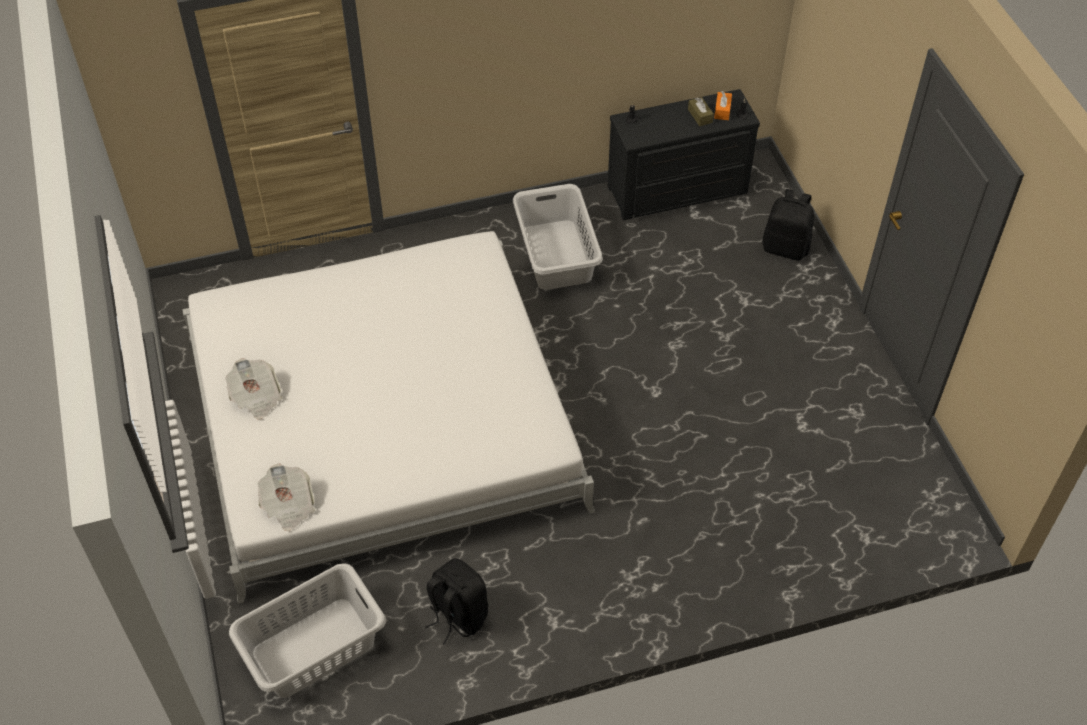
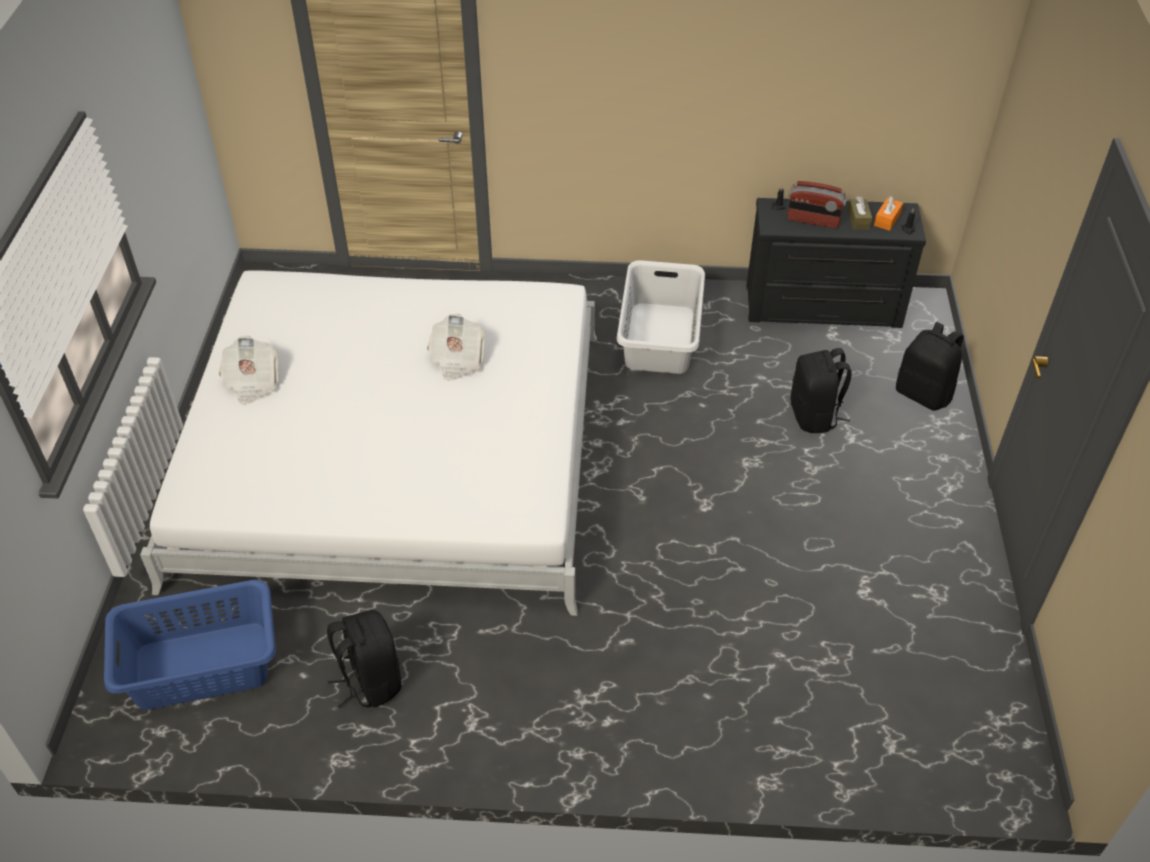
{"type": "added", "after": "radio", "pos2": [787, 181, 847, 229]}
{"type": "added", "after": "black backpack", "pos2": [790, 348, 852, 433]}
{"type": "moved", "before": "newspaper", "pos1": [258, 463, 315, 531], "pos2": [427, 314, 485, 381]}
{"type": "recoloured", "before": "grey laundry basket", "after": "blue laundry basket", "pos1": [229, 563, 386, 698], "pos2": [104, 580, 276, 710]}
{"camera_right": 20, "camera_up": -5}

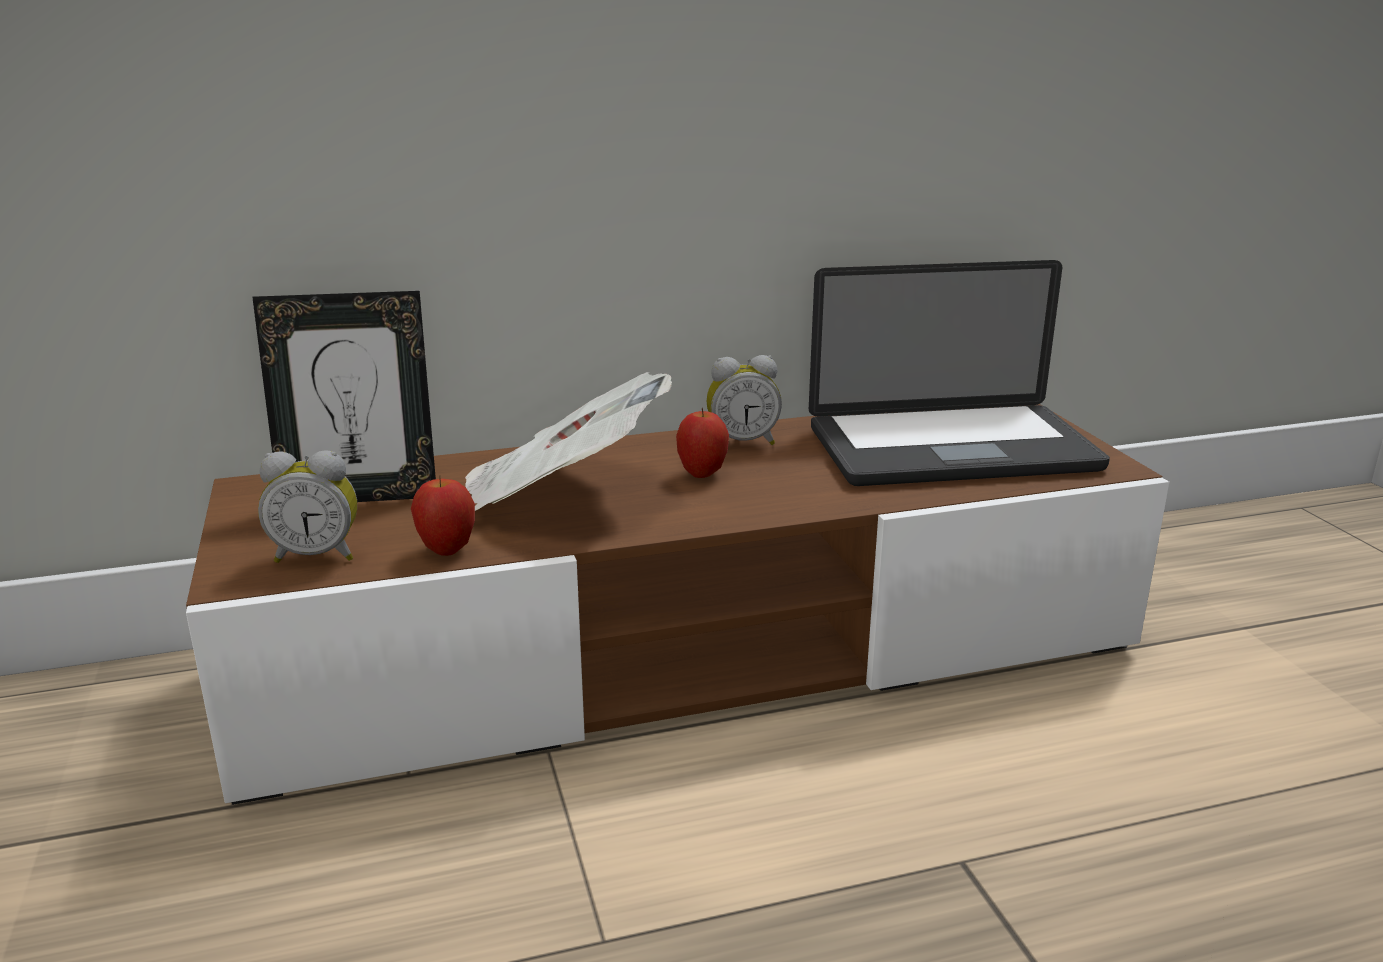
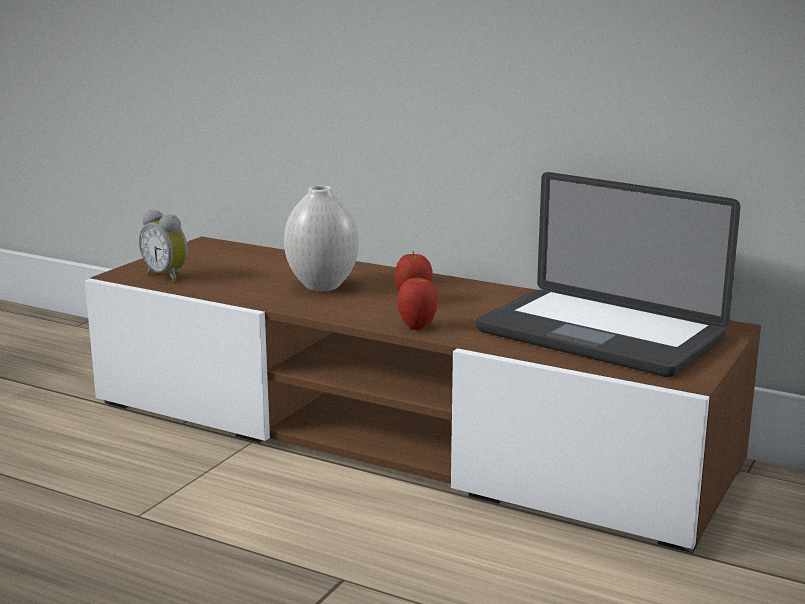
{"type": "removed", "before": "picture frame", "pos1": [252, 291, 436, 502]}
{"type": "removed", "before": "alarm clock", "pos1": [707, 355, 782, 445]}
{"type": "moved", "before": "apple", "pos1": [411, 476, 475, 556], "pos2": [398, 275, 438, 330]}
{"type": "replaced", "before": "newspaper", "after": "white vase", "pos1": [465, 372, 672, 511], "pos2": [284, 185, 359, 291]}
{"camera_right": 45, "camera_up": -5}

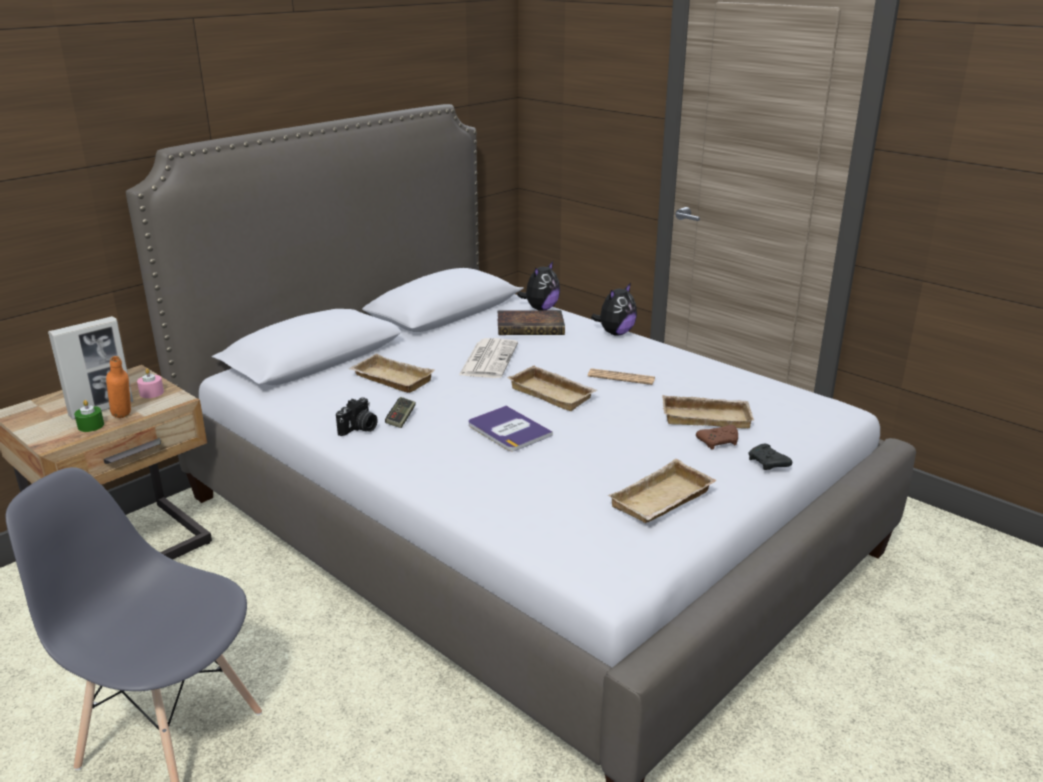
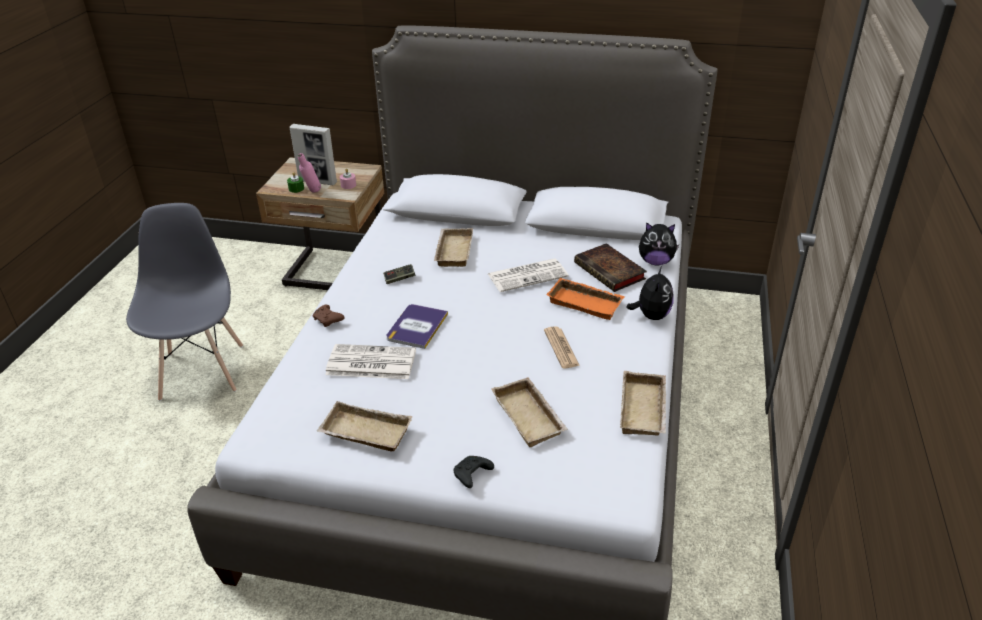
{"type": "removed", "before": "photo camera", "pos1": [336, 397, 377, 436]}
{"type": "added", "after": "newspaper", "pos2": [325, 344, 416, 379]}
{"type": "added", "after": "orange tray", "pos2": [546, 278, 625, 320]}
{"type": "moved", "before": "beige tray", "pos1": [507, 365, 598, 411], "pos2": [620, 371, 667, 435]}
{"type": "moved", "before": "brown game controller", "pos1": [696, 425, 738, 450], "pos2": [312, 305, 344, 327]}
{"type": "recoloured", "before": "orange bottle", "after": "pink bottle", "pos1": [106, 356, 131, 418], "pos2": [298, 153, 321, 193]}
{"type": "turned", "before": "plush toy", "pos1": [591, 283, 637, 336], "pos2": [626, 266, 674, 320], "turn": -90}
{"camera_right": 60, "camera_up": 10}

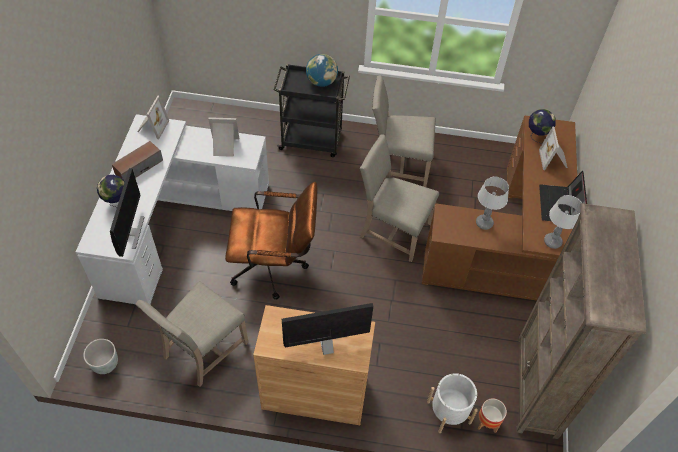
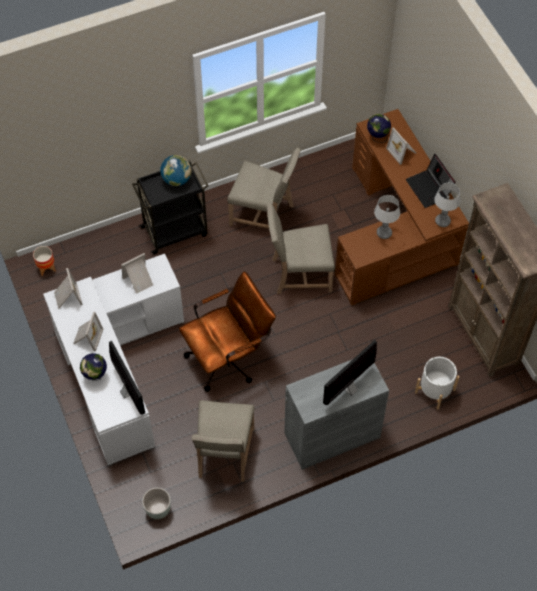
{"type": "moved", "before": "planter", "pos1": [478, 398, 507, 433], "pos2": [33, 246, 56, 276]}
{"type": "replaced", "before": "speaker", "after": "picture frame", "pos1": [112, 141, 163, 181], "pos2": [73, 311, 103, 352]}
{"type": "recoloured", "before": "brown cabinet", "after": "grey cabinet", "pos1": [253, 305, 375, 425], "pos2": [284, 359, 389, 470]}
{"type": "turned", "before": "beige chair", "pos1": [372, 75, 436, 187], "pos2": [227, 148, 301, 229], "turn": -135}
{"camera_right": -30, "camera_up": 5}

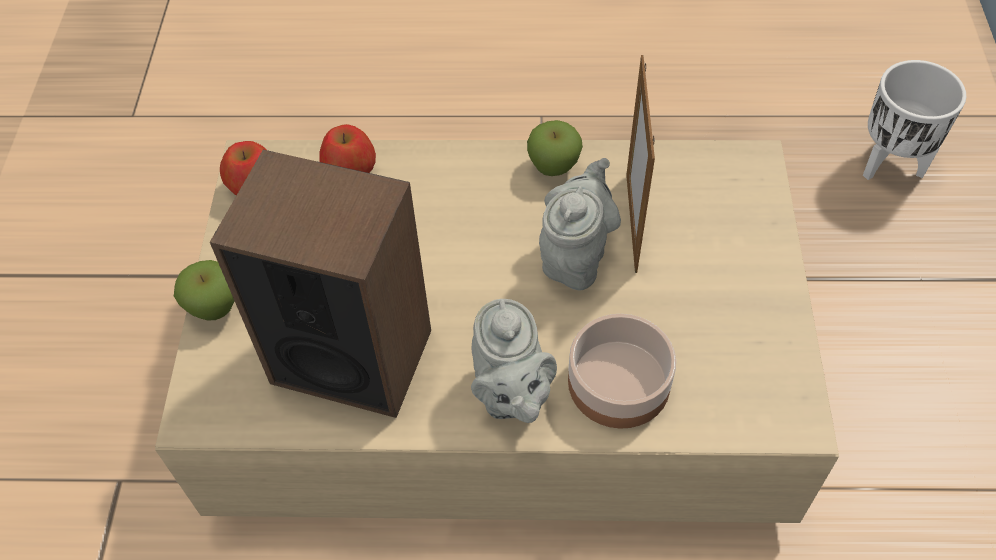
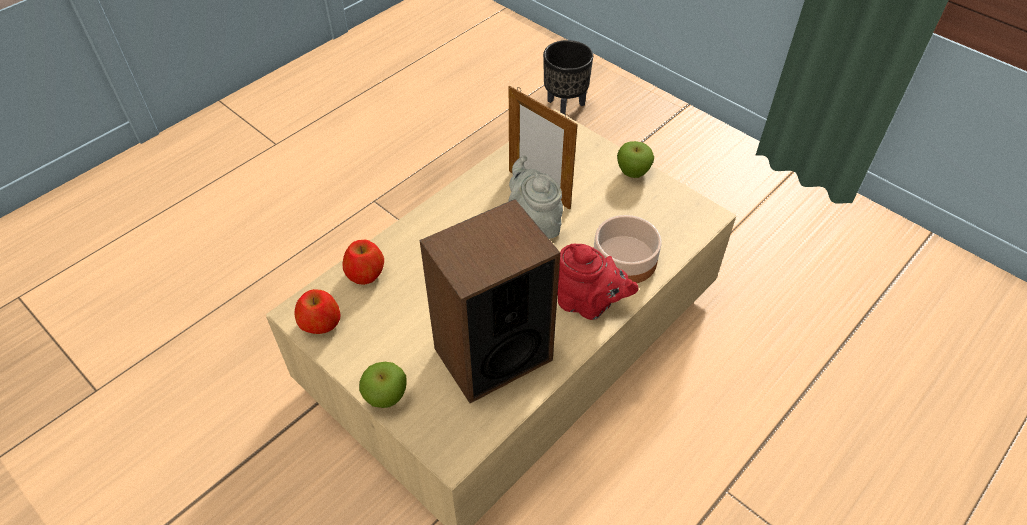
{"type": "moved", "before": "apple", "pos1": [527, 120, 583, 176], "pos2": [617, 141, 654, 178]}
{"type": "recoloured", "before": "grey teapot", "after": "red teapot", "pos1": [471, 299, 557, 423], "pos2": [557, 244, 639, 320]}
{"type": "recoloured", "before": "white planter", "after": "black planter", "pos1": [863, 60, 966, 180], "pos2": [543, 40, 593, 115]}
{"camera_right": -50, "camera_up": -5}

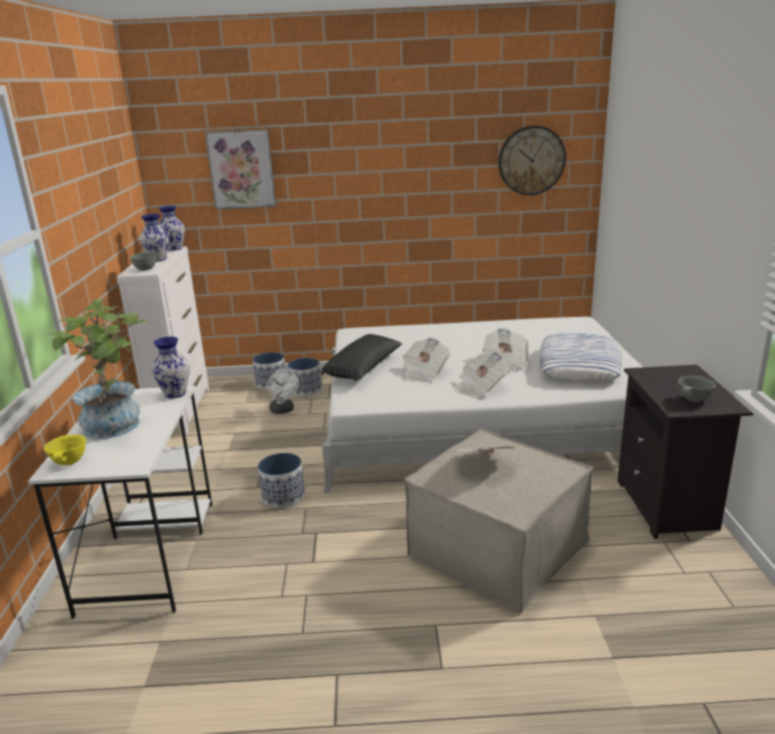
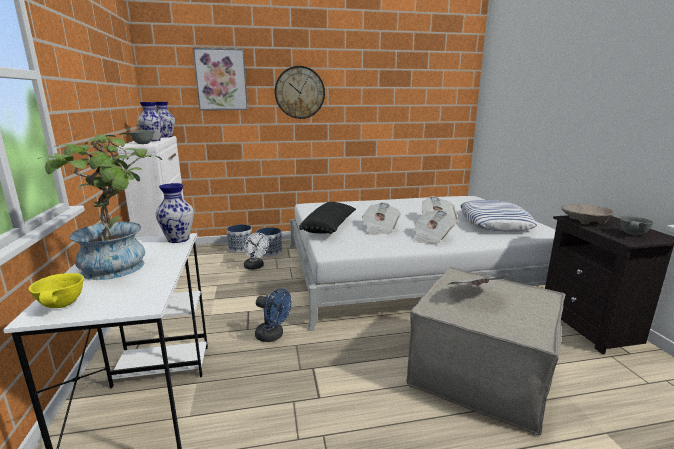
{"type": "added", "after": "beige bowl", "pos2": [561, 204, 615, 225]}
{"type": "moved", "before": "wall clock", "pos1": [499, 125, 566, 195], "pos2": [275, 66, 325, 119]}
{"type": "replaced", "before": "planter", "after": "blue fan", "pos1": [258, 453, 305, 508], "pos2": [255, 288, 292, 342]}
{"camera_right": -10, "camera_up": -5}

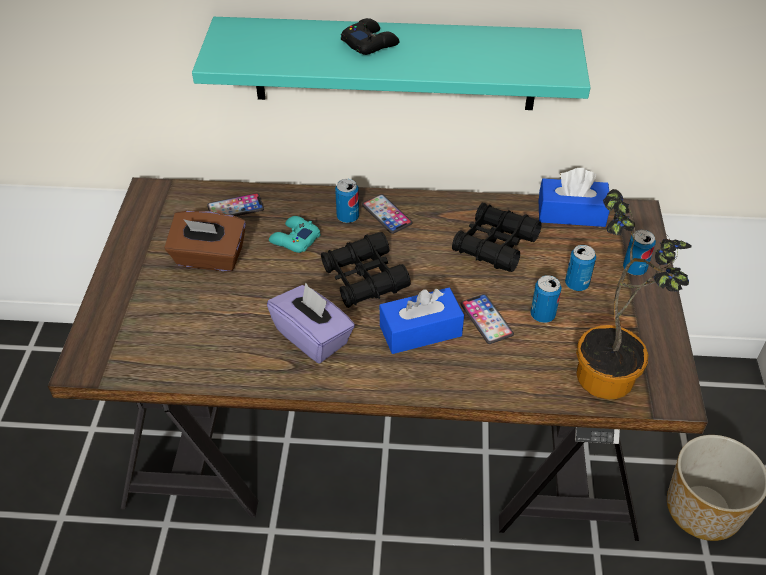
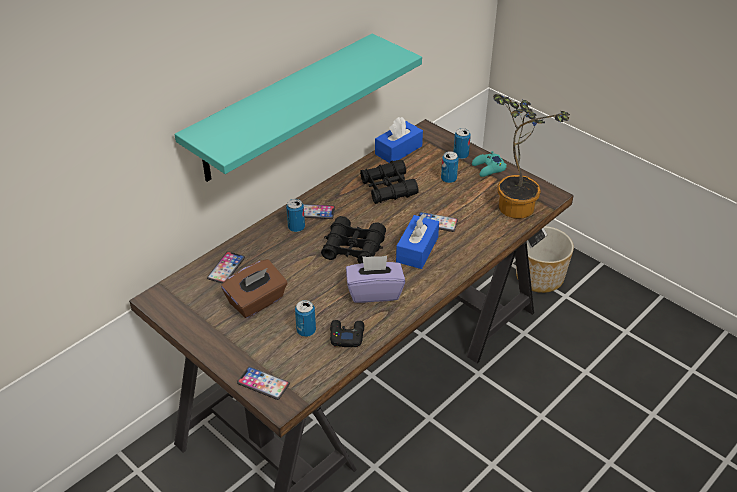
{"type": "added", "after": "phone", "pos2": [237, 367, 290, 400]}
{"type": "moved", "before": "turquoise game controller", "pos1": [269, 216, 321, 253], "pos2": [472, 151, 507, 177]}
{"type": "moved", "before": "black game controller", "pos1": [341, 18, 399, 55], "pos2": [330, 320, 364, 347]}
{"type": "moved", "before": "can", "pos1": [530, 275, 562, 323], "pos2": [295, 300, 316, 337]}
{"camera_right": -50, "camera_up": -5}

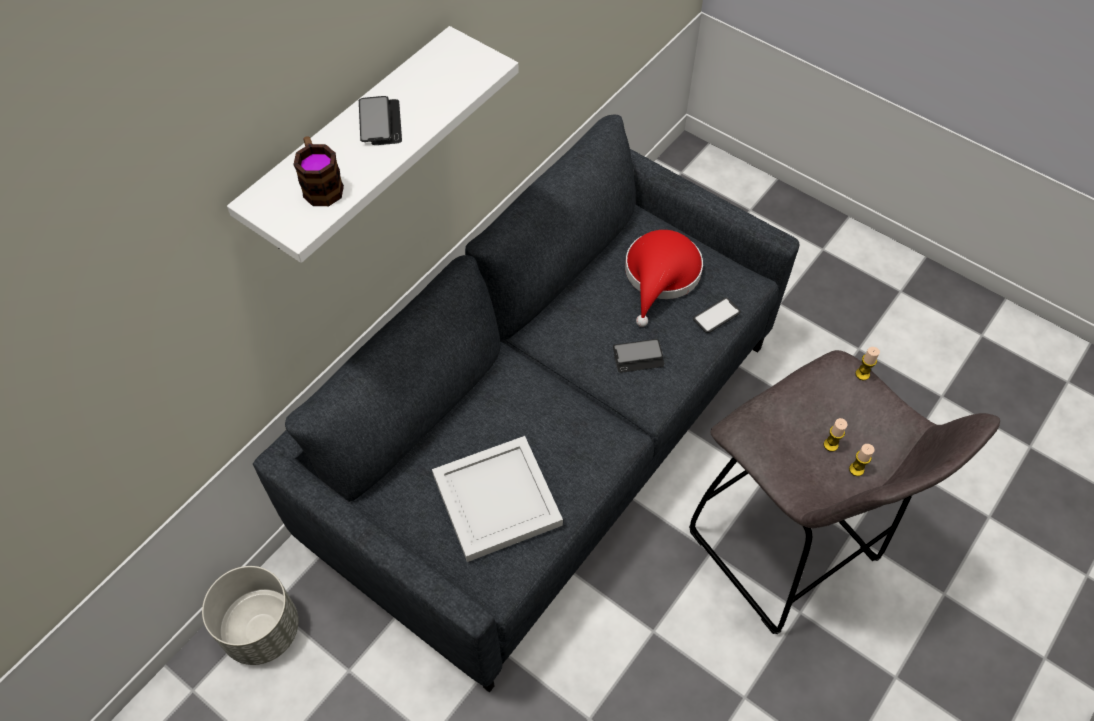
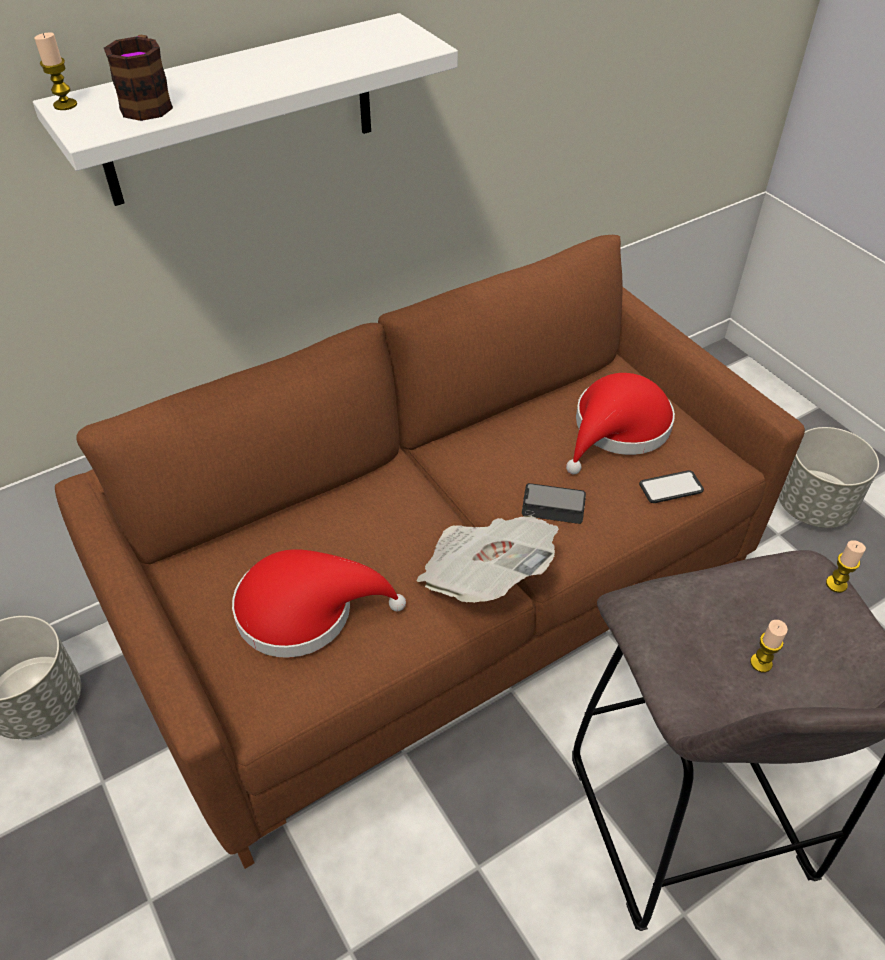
{"type": "removed", "before": "phone", "pos1": [359, 96, 402, 145]}
{"type": "added", "after": "newspaper", "pos2": [416, 515, 559, 603]}
{"type": "added", "after": "grey planter", "pos2": [778, 427, 879, 528]}
{"type": "moved", "before": "candle", "pos1": [849, 444, 875, 476], "pos2": [34, 32, 77, 110]}
{"type": "replaced", "before": "white tray", "after": "red hat", "pos1": [432, 436, 563, 562], "pos2": [232, 549, 406, 658]}
{"type": "recoloured", "before": "grey sofa", "after": "brown sofa", "pos1": [253, 115, 799, 692], "pos2": [55, 235, 805, 869]}
{"camera_right": 20, "camera_up": -10}

